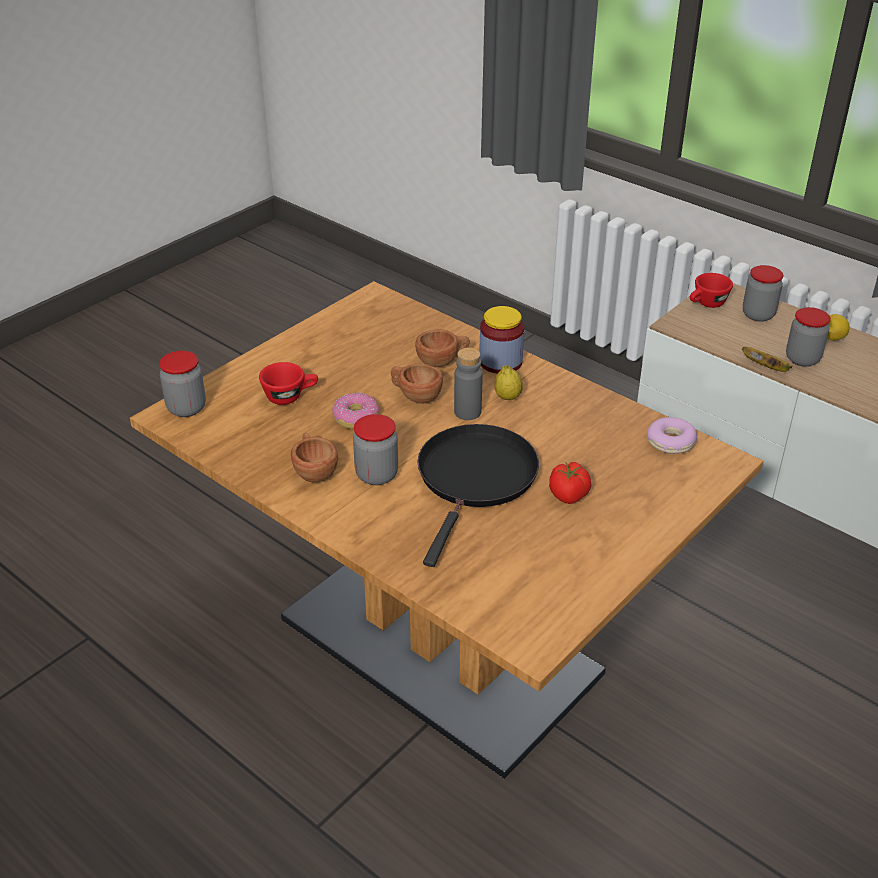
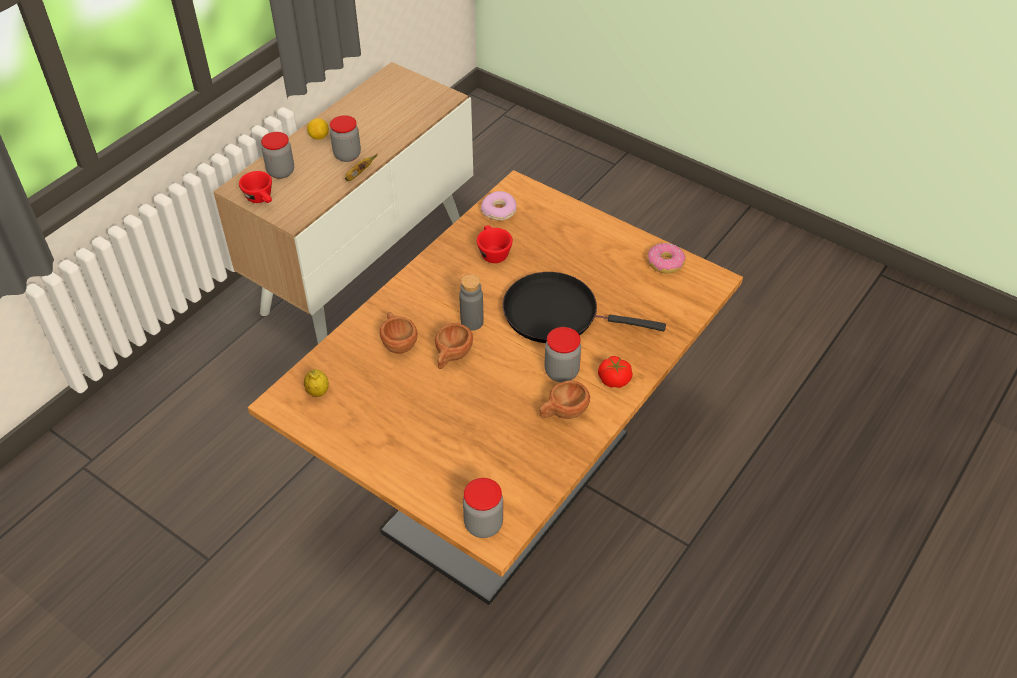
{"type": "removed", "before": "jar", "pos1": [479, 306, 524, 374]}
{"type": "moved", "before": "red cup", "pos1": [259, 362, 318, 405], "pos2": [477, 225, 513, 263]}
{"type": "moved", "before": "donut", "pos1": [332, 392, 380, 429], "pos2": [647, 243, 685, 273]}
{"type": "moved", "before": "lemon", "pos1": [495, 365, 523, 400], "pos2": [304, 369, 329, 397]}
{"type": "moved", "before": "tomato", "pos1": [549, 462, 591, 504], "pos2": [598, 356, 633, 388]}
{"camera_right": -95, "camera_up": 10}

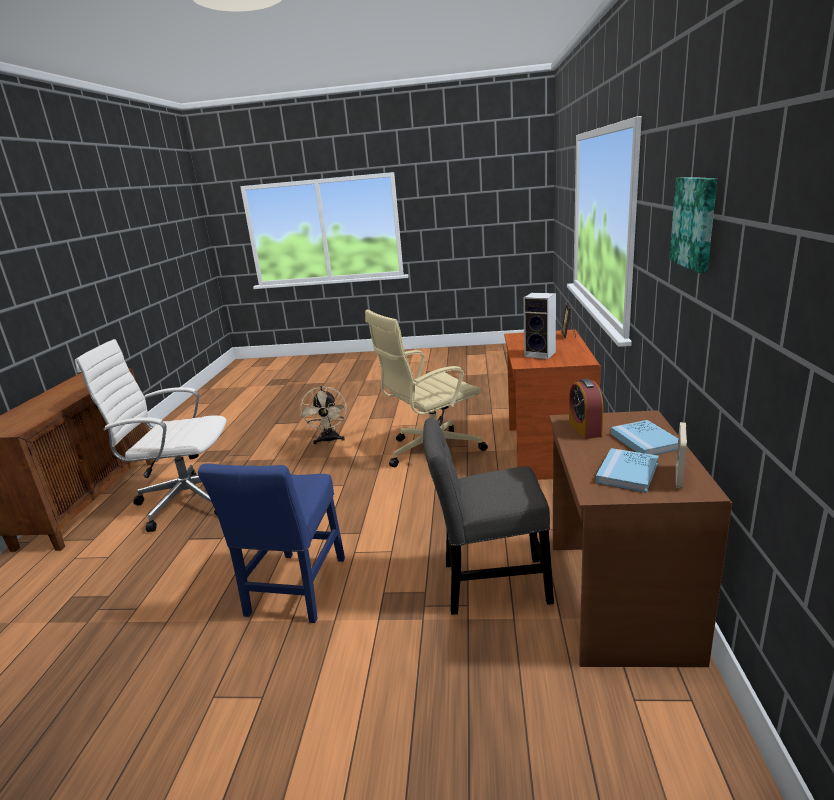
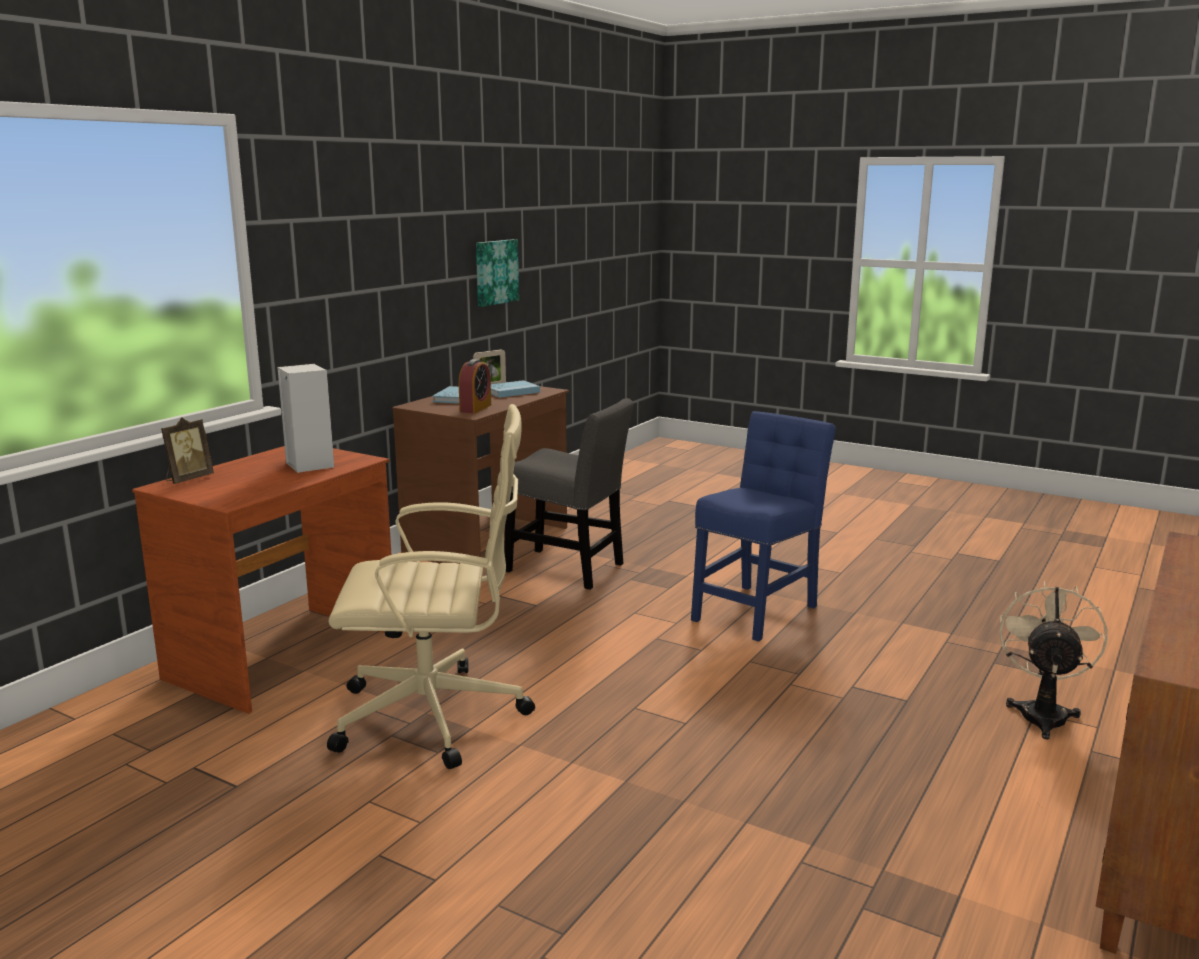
{"type": "removed", "before": "white office chair", "pos1": [75, 339, 226, 532]}
{"type": "moved", "before": "beige fan", "pos1": [300, 386, 347, 444], "pos2": [999, 581, 1108, 739]}
{"type": "moved", "before": "picture", "pos1": [669, 177, 717, 273], "pos2": [476, 239, 519, 307]}
{"camera_right": -155, "camera_up": -5}

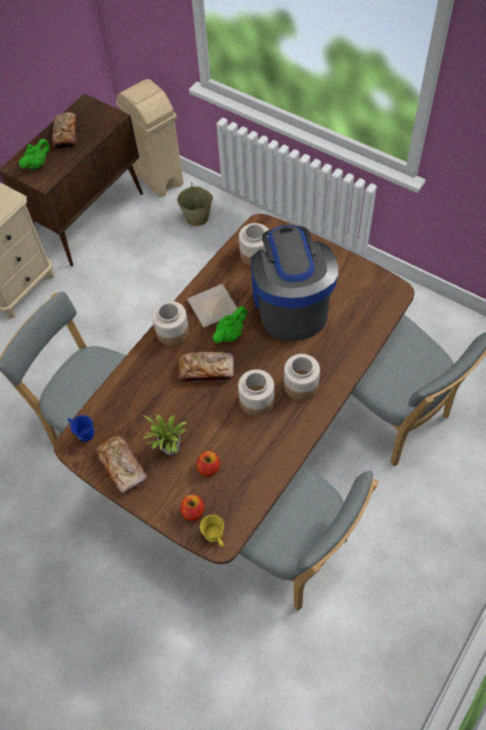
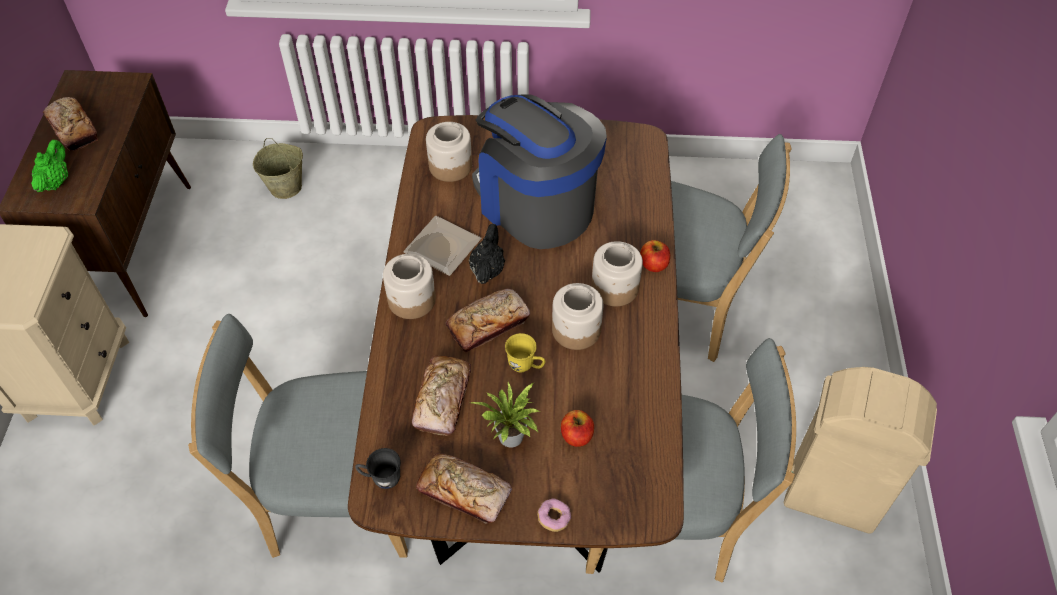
{"type": "added", "after": "bread", "pos2": [412, 356, 471, 436]}
{"type": "added", "after": "donut", "pos2": [537, 498, 571, 532]}
{"type": "moved", "before": "beige trash can", "pos1": [116, 79, 184, 198], "pos2": [784, 367, 937, 534]}
{"type": "moved", "before": "apple", "pos1": [180, 495, 204, 521], "pos2": [640, 240, 670, 272]}
{"type": "moved", "before": "yellow mug", "pos1": [200, 515, 224, 547], "pos2": [505, 333, 545, 372]}
{"type": "recoloured", "before": "blue mug", "after": "grey mug", "pos1": [68, 415, 94, 442], "pos2": [355, 448, 401, 489]}
{"type": "recoloured", "before": "green teapot", "after": "black teapot", "pos1": [213, 306, 247, 343], "pos2": [469, 224, 505, 284]}
{"camera_right": -35, "camera_up": -5}

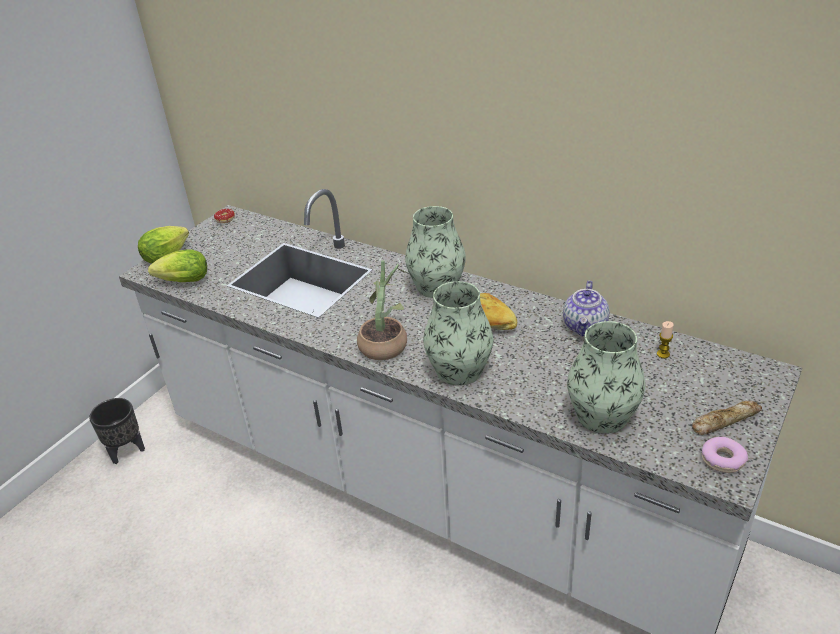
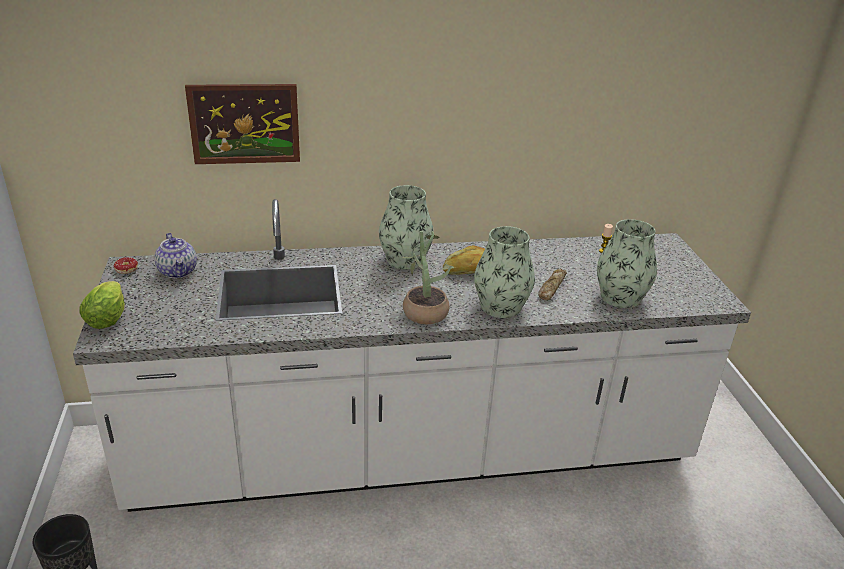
{"type": "removed", "before": "lettuce", "pos1": [148, 249, 207, 282]}
{"type": "removed", "before": "donut", "pos1": [702, 437, 748, 473]}
{"type": "added", "after": "picture", "pos2": [185, 84, 300, 164]}
{"type": "moved", "before": "teapot", "pos1": [563, 281, 609, 336], "pos2": [155, 233, 197, 278]}
{"type": "moved", "before": "bread", "pos1": [692, 401, 762, 435], "pos2": [538, 269, 567, 300]}
{"camera_right": -45, "camera_up": -5}

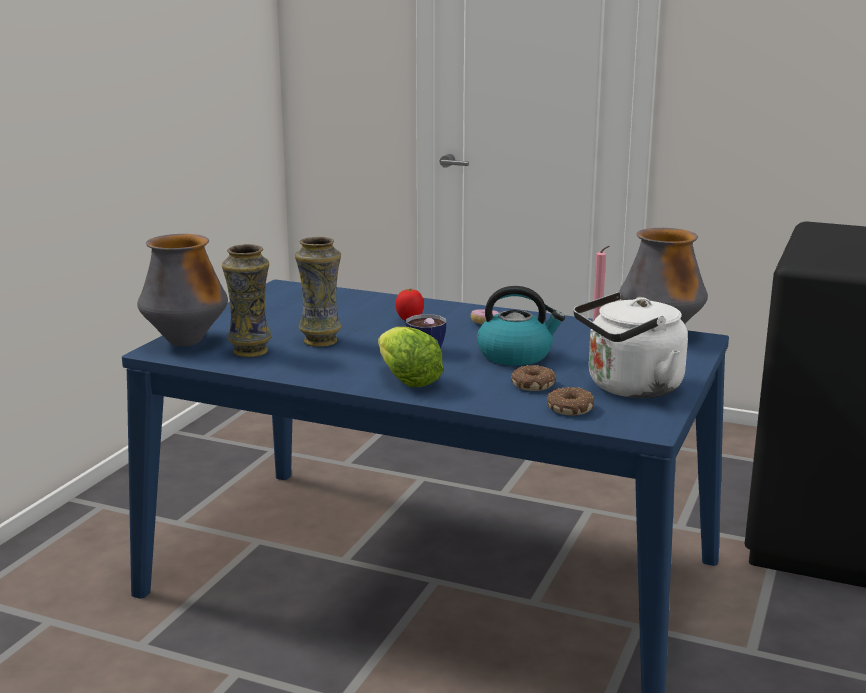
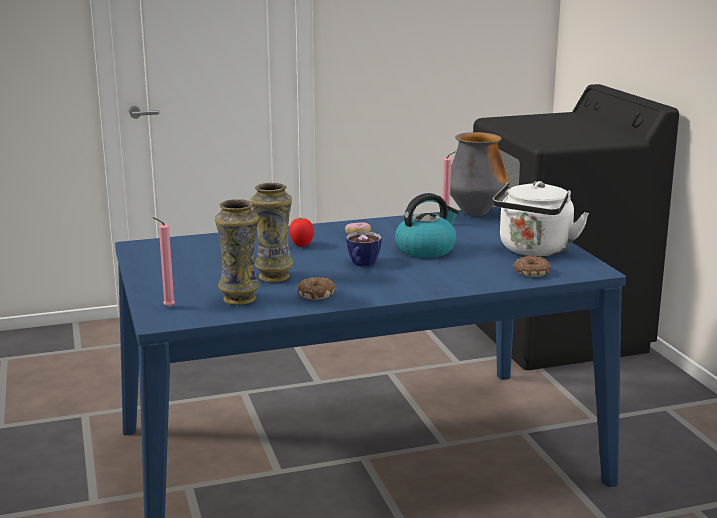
{"type": "removed", "before": "lettuce", "pos1": [378, 327, 443, 387]}
{"type": "moved", "before": "donut", "pos1": [511, 365, 556, 391], "pos2": [297, 277, 335, 300]}
{"type": "replaced", "before": "vase", "after": "pink candle", "pos1": [137, 234, 228, 346], "pos2": [152, 217, 175, 308]}
{"camera_right": -40, "camera_up": 0}

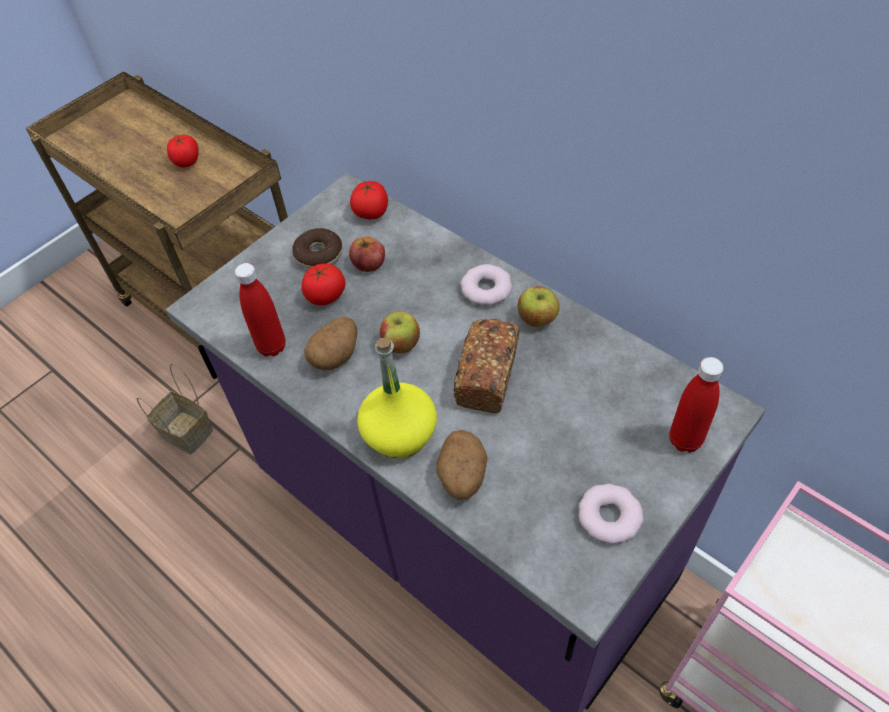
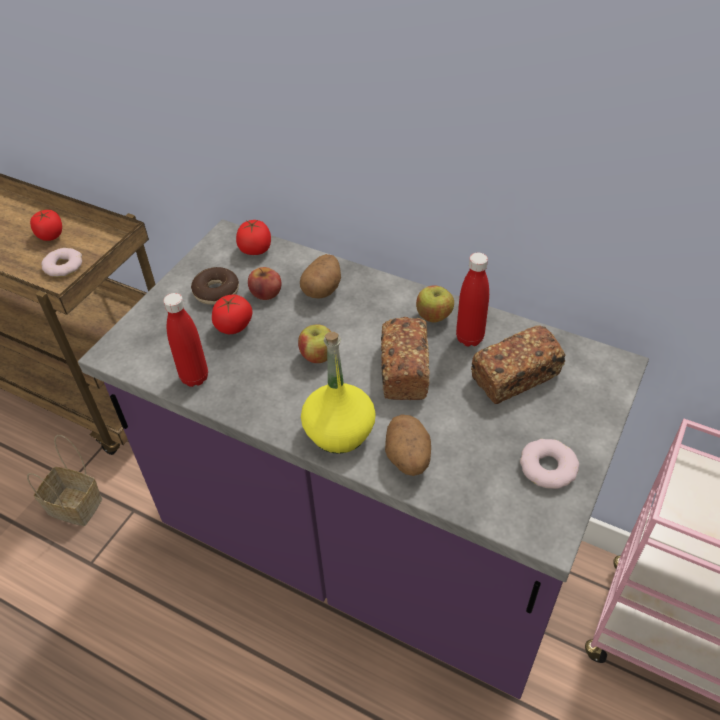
{"type": "added", "after": "bread", "pos2": [471, 325, 566, 404]}
{"type": "moved", "before": "potato", "pos1": [304, 317, 357, 371], "pos2": [300, 254, 341, 299]}
{"type": "moved", "before": "donut", "pos1": [461, 264, 512, 306], "pos2": [41, 248, 82, 277]}
{"type": "moved", "before": "red bottle", "pos1": [670, 357, 724, 453], "pos2": [456, 253, 489, 346]}
{"camera_right": -15, "camera_up": -5}

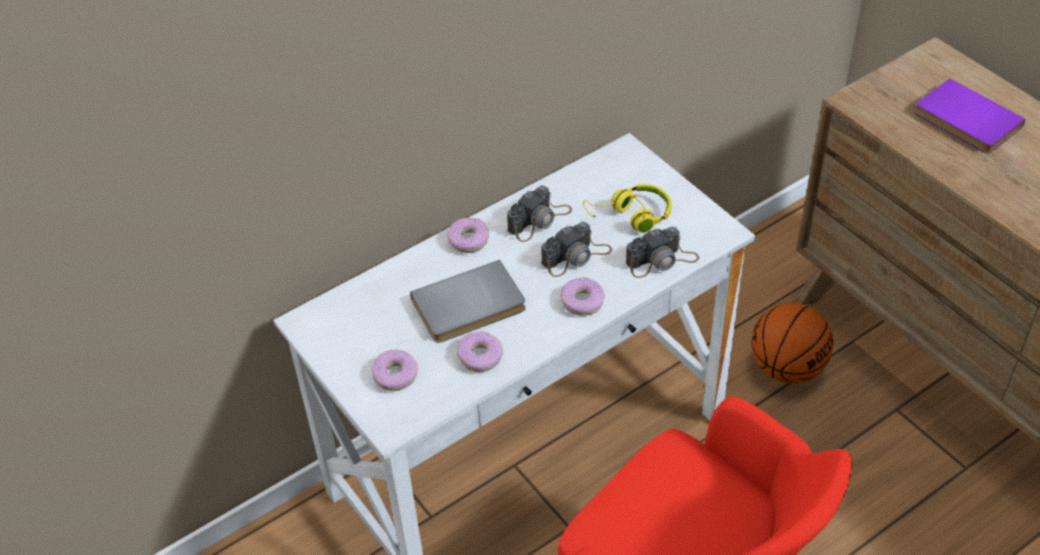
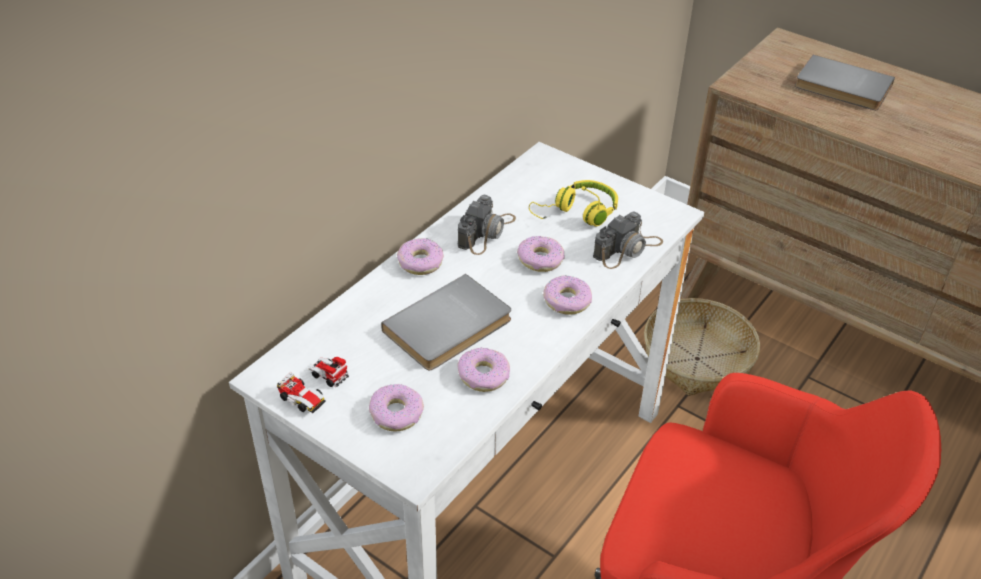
{"type": "added", "after": "toy car", "pos2": [277, 357, 349, 414]}
{"type": "replaced", "before": "photo camera", "after": "donut", "pos1": [541, 222, 612, 277], "pos2": [517, 236, 565, 272]}
{"type": "replaced", "before": "basketball", "after": "basket", "pos1": [751, 303, 833, 383], "pos2": [644, 298, 760, 396]}
{"type": "recoloured", "before": "purple book", "after": "grey book", "pos1": [915, 79, 1026, 154], "pos2": [795, 55, 895, 110]}
{"camera_right": -20, "camera_up": -5}

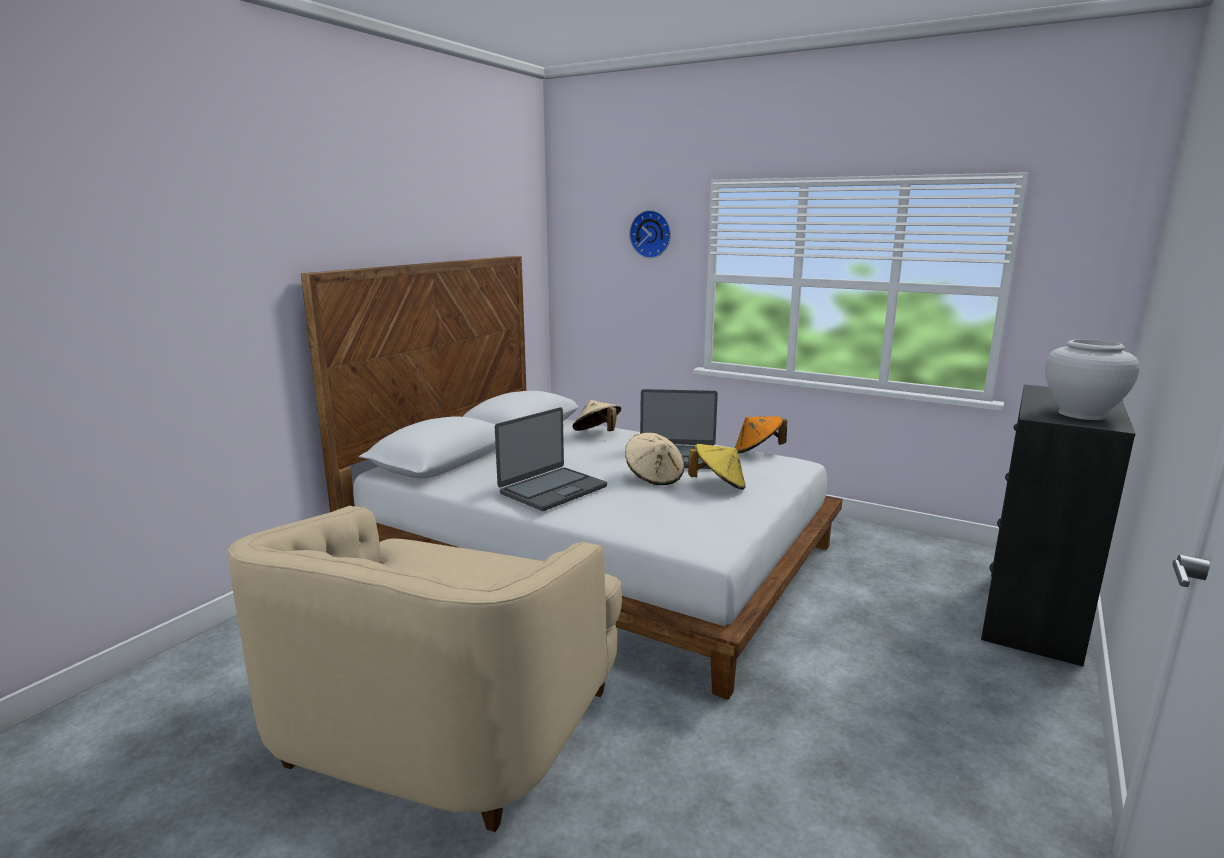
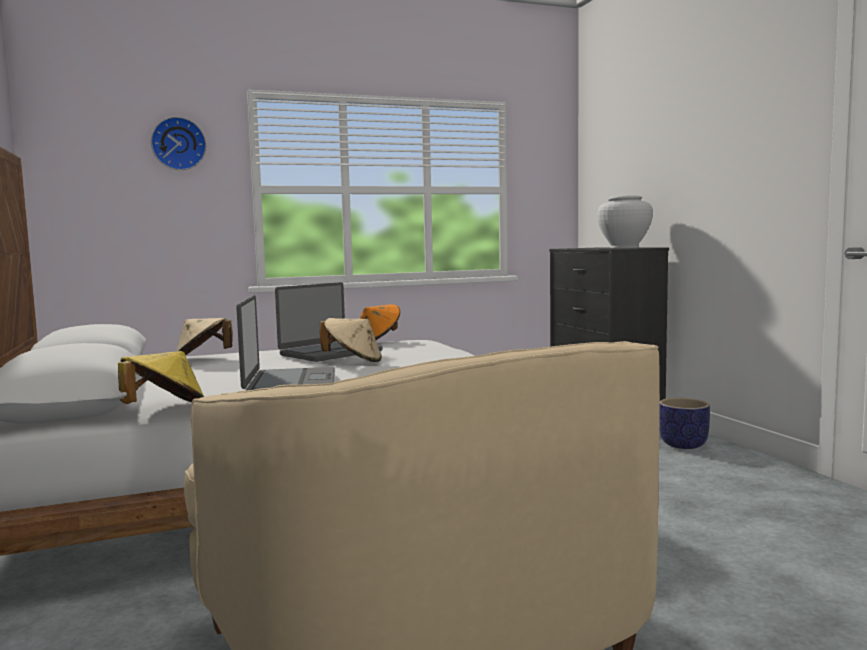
{"type": "added", "after": "planter", "pos2": [659, 398, 710, 449]}
{"type": "moved", "before": "yellow hat", "pos1": [688, 444, 746, 490], "pos2": [118, 351, 204, 404]}
{"camera_right": -50, "camera_up": -10}

